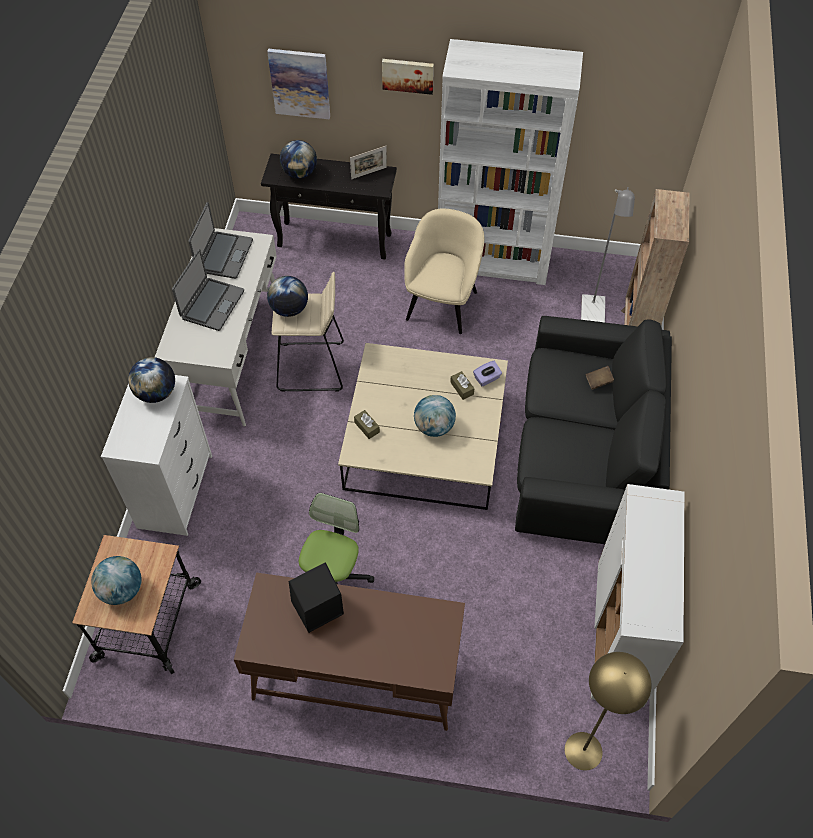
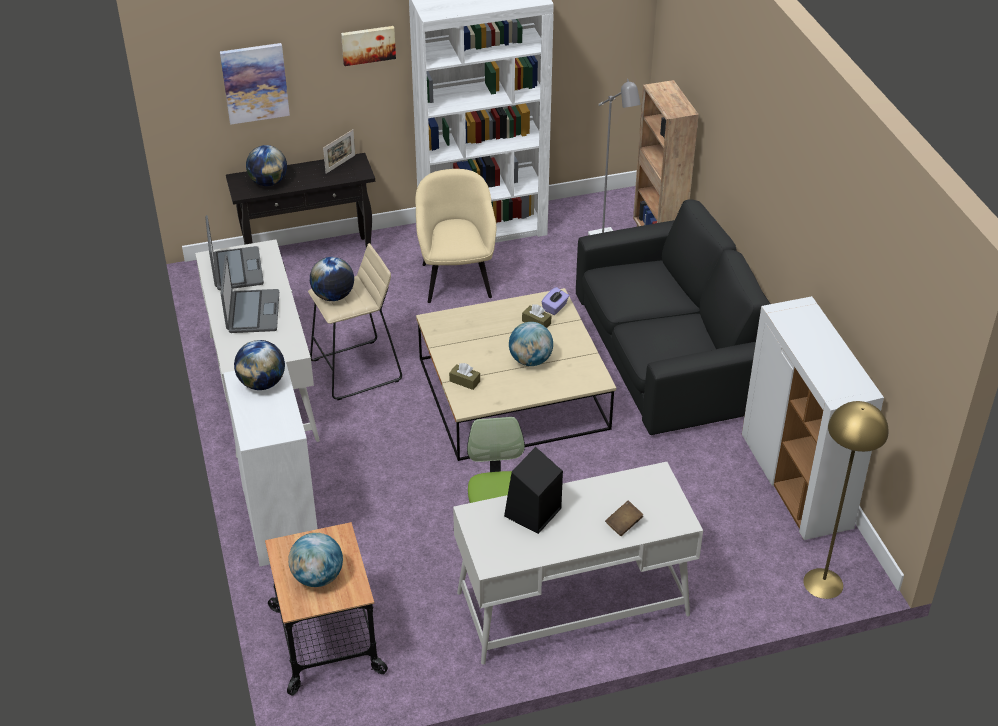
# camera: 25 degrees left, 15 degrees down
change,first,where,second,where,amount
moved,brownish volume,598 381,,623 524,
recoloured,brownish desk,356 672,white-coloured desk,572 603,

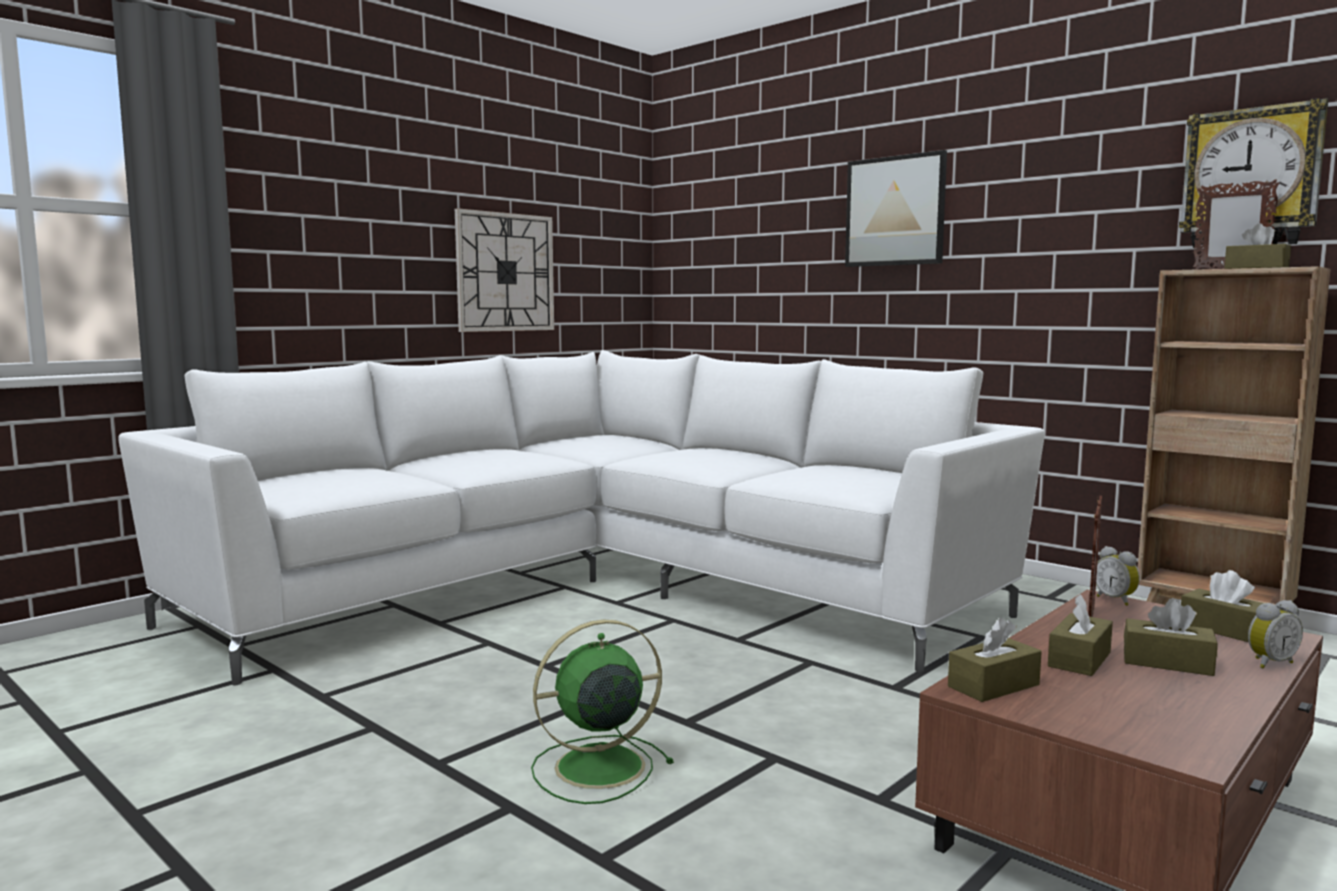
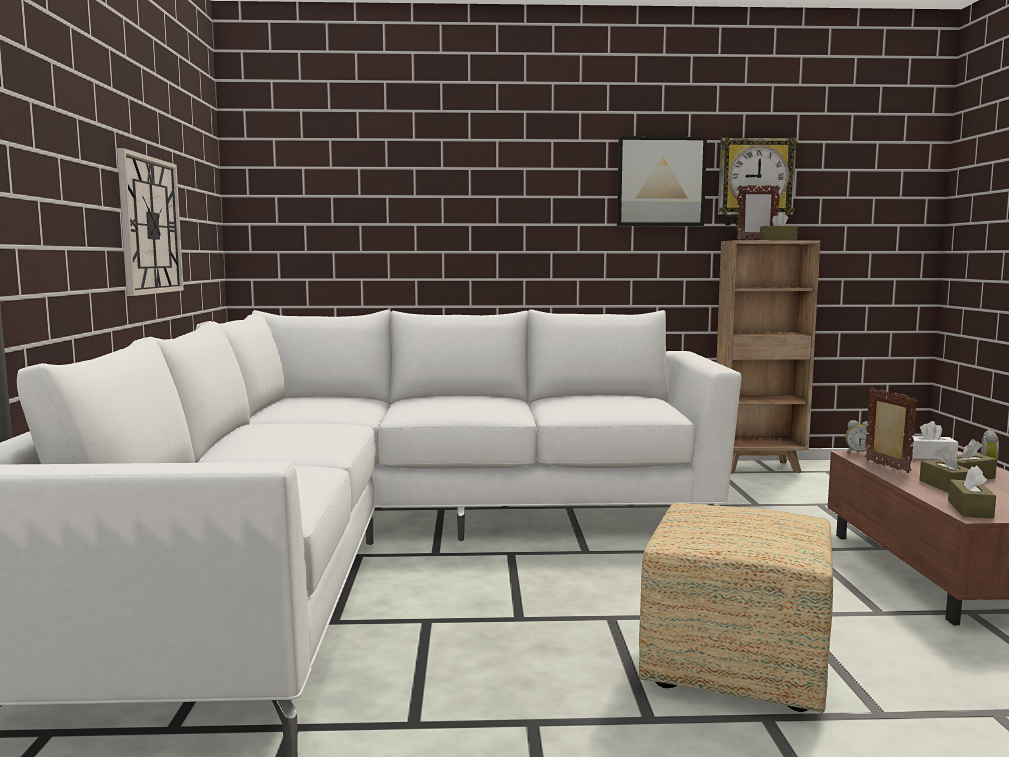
# camera: 45 degrees left, 0 degrees up
change,first,where,second,where,amount
moved,wall picture,895 211,,661 181,
recoloured,brownish tissue holder,1224 630,white-coloured tissue holder,930 456,
replaced,greenish cooling fan,595 767,footrest,736 667,

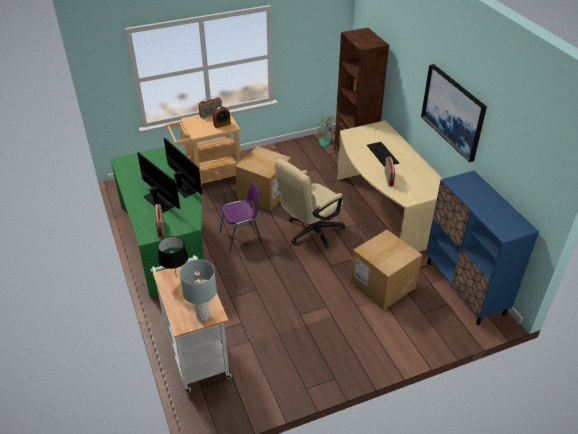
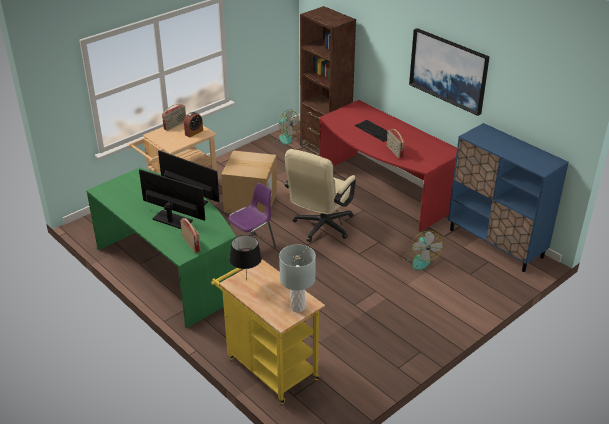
# camera: 20 degrees left, 5 degrees down
change,first,where,second,where,amount
recoloured,beige-coloured desk,384 210,reddish desk,383 191,
replaced,cardboard box,382 285,cooling fan,419 259,
recoloured,white-coloured trolley,196 352,yellow-coloured trolley,268 365,

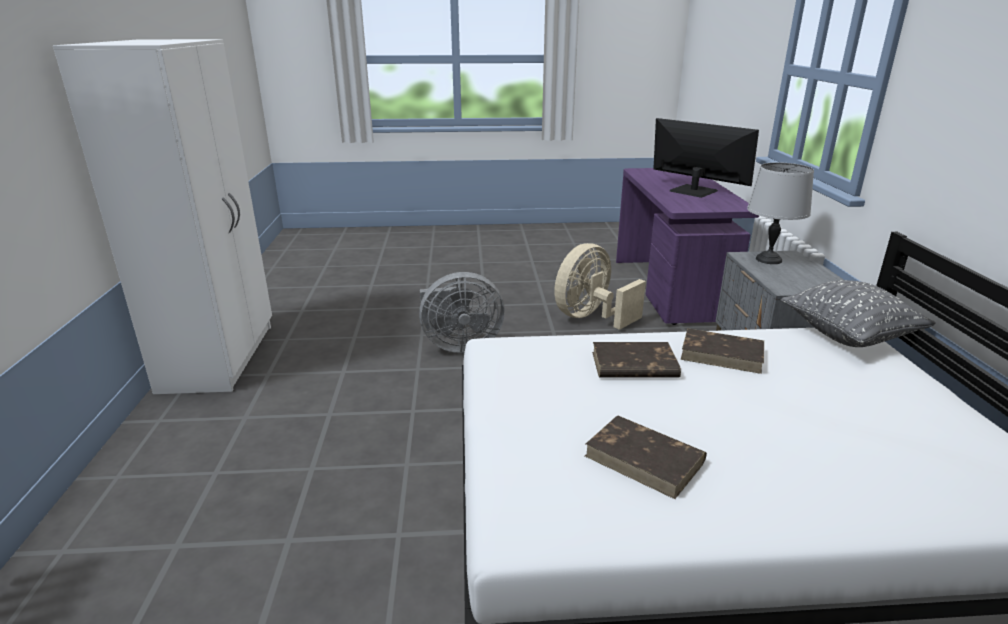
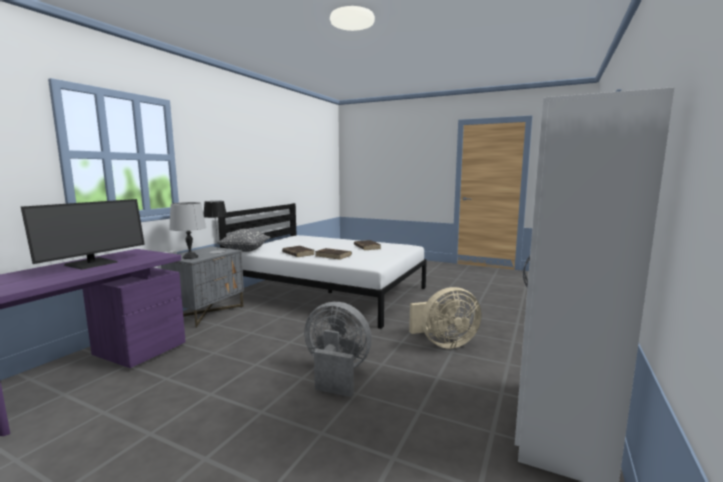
# camera: 150 degrees left, 15 degrees down
change,first,where,second,where,amount
turned,computer display,694 191,,92 264,135 degrees counterclockwise
moved,beige-coloured cooling fan,591 317,,444 343,
added,,,table lamp,217 252,

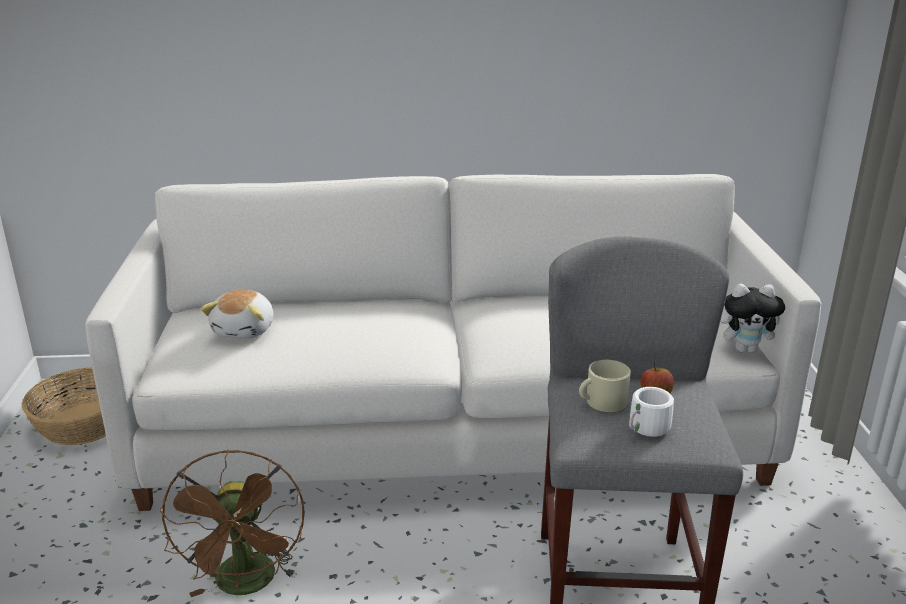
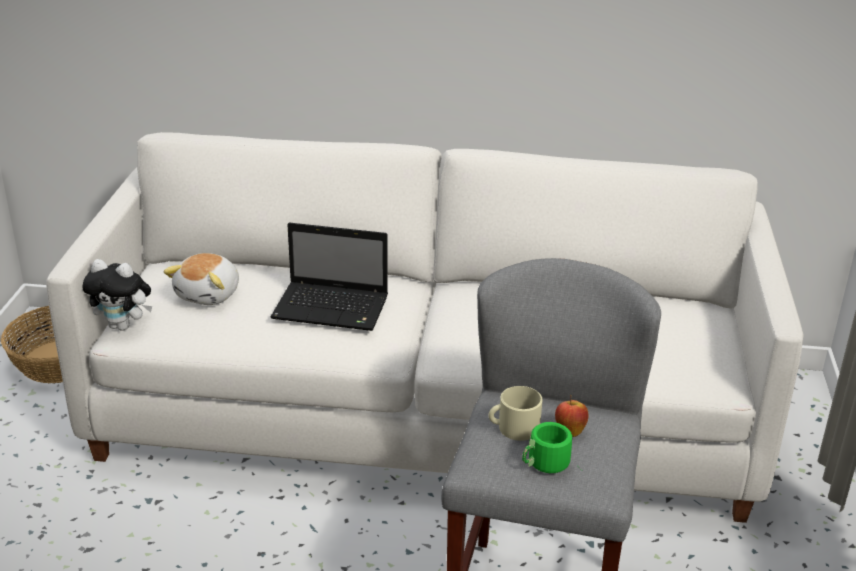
# camera: 10 degrees right, 5 degrees up
change,first,where,second,where,amount
moved,plush toy,746 349,,123 326,
recoloured,white-coloured coffee mug,648 430,greenish coffee mug,546 465,
removed,brownish cooling fan,247 585,,,
added,,,laptop,333 308,

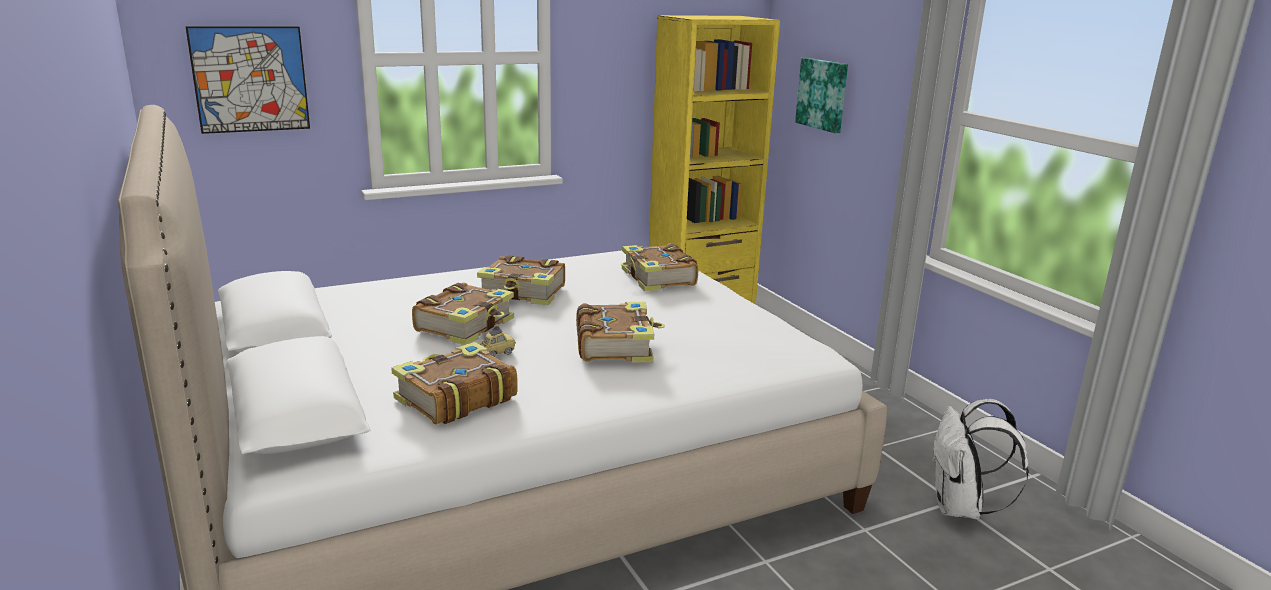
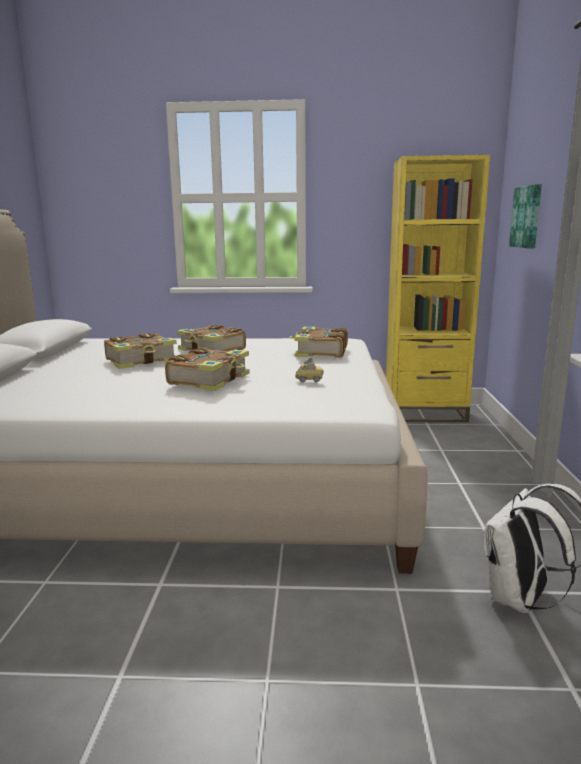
# camera: 30 degrees right, 5 degrees down
change,first,where,second,where,amount
removed,wall picture,250 79,,,
moved,toy car,497 353,,309 380,
removed,volume,454 398,,,

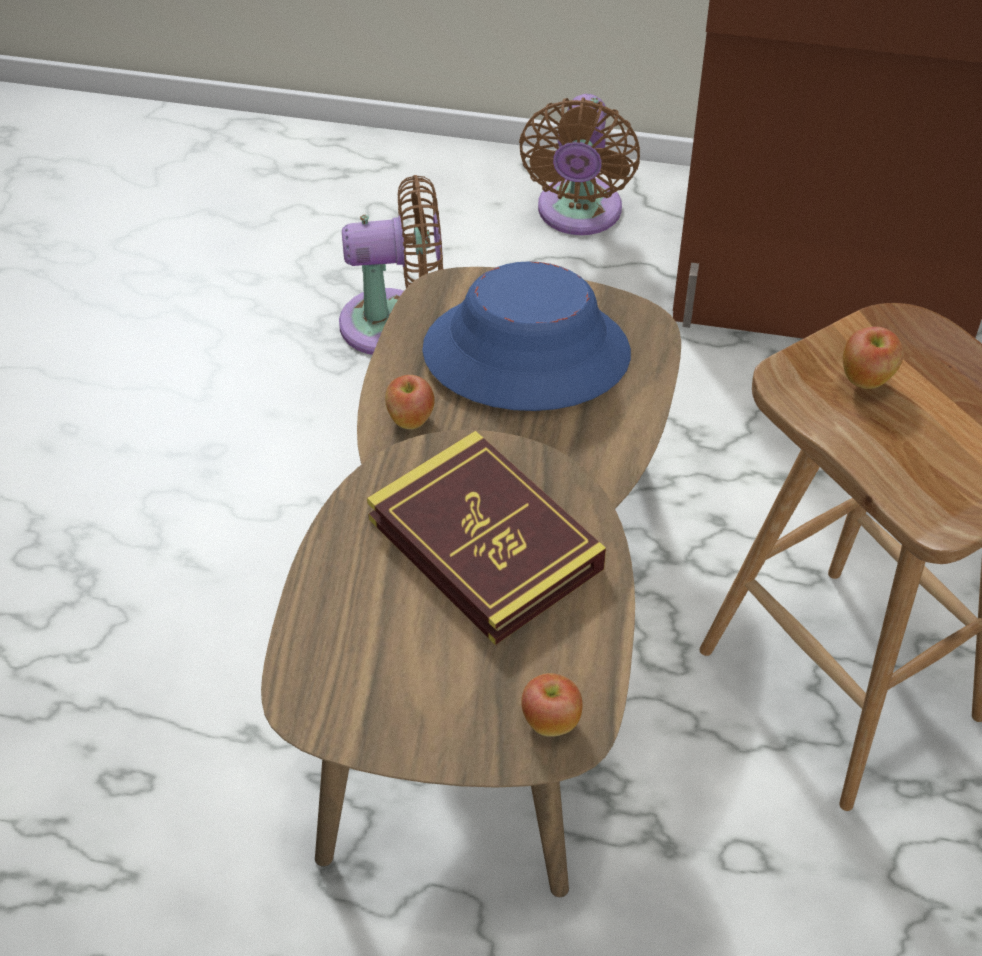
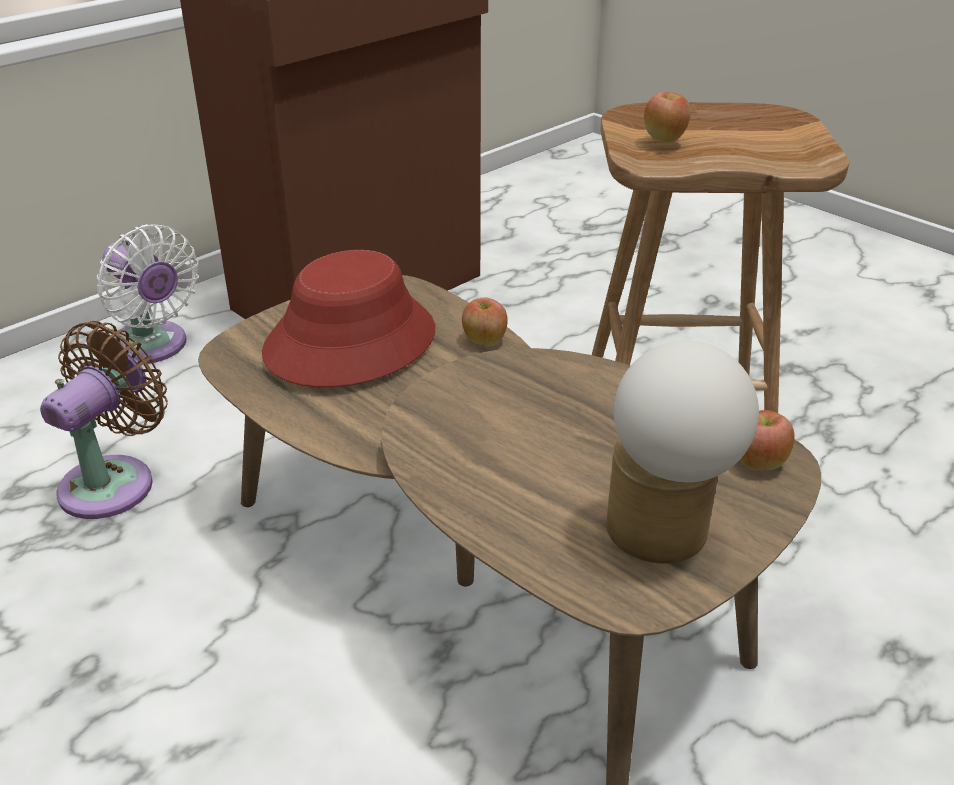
# camera: 55 degrees left, 15 degrees down
change,first,where,second,where,amount
recoloured,brownish cooling fan,578 214,white-coloured cooling fan,153 347,
recoloured,bluish clothing hat,526 353,reddish clothing hat,350 342,
moved,whole apple,410 419,,484 341,
removed,volume,485 544,,,
added,,,table lamp,661 539,

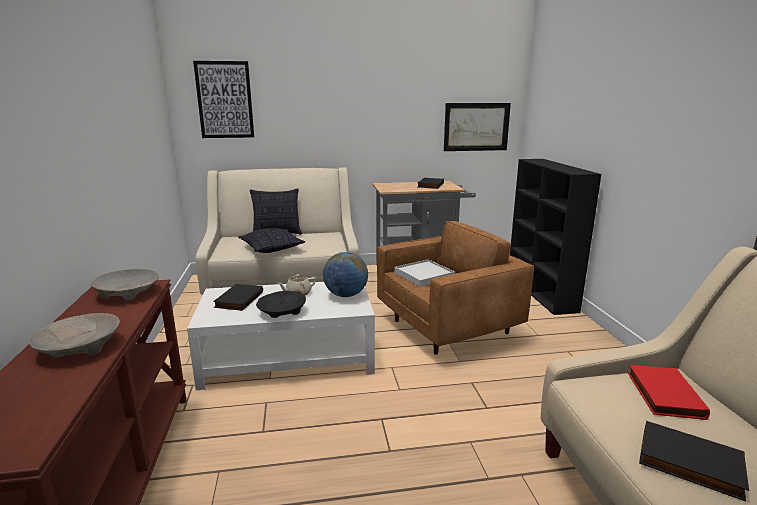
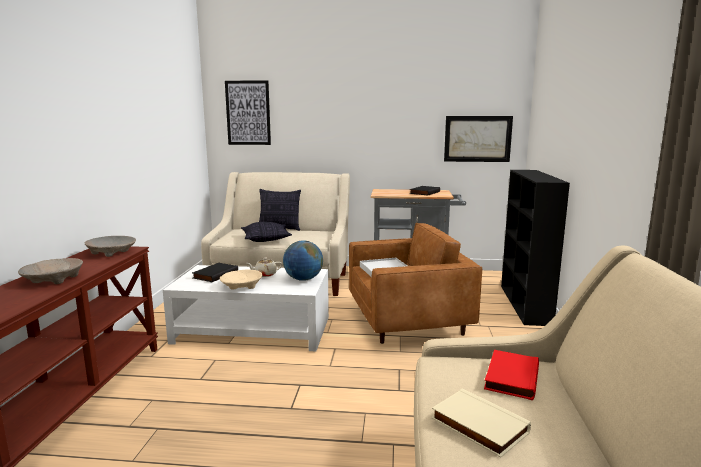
# camera: 15 degrees right, 5 degrees down
change,first,where,second,where,amount
recoloured,black serving bowl,282 312,beige-coloured serving bowl,241 286,
recoloured,black volume,689 464,beige-coloured volume,477 426,

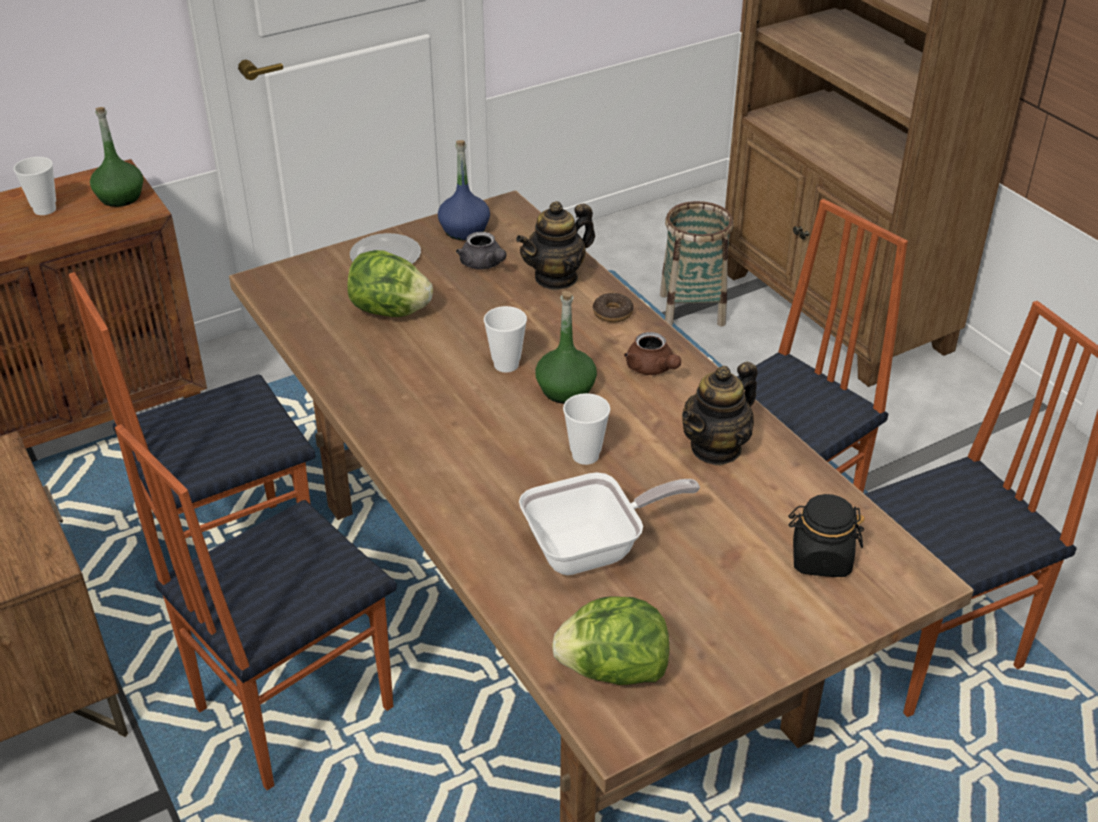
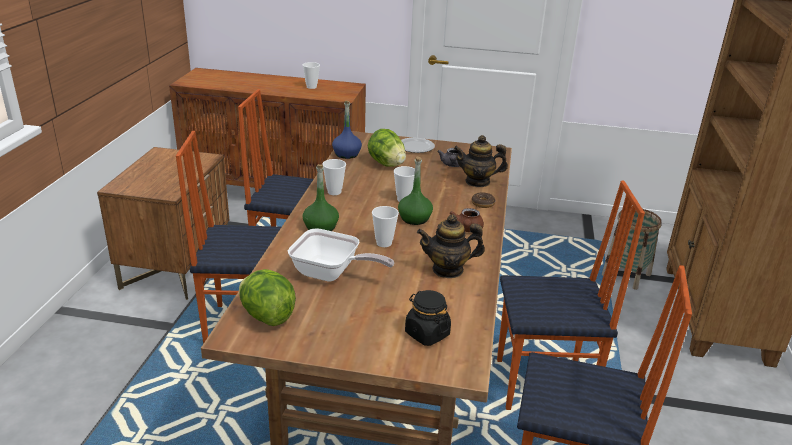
# camera: 40 degrees right, 10 degrees down
change,first,where,second,where,amount
moved,greenish bottle,120 197,,320 227,
moved,bluish bottle,464 230,,346 154,
added,,,small cup,334 192,

